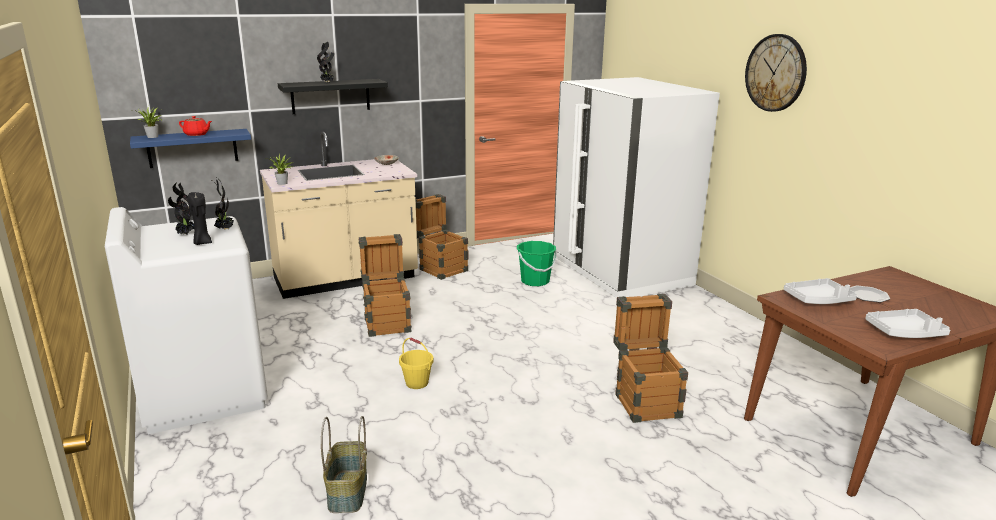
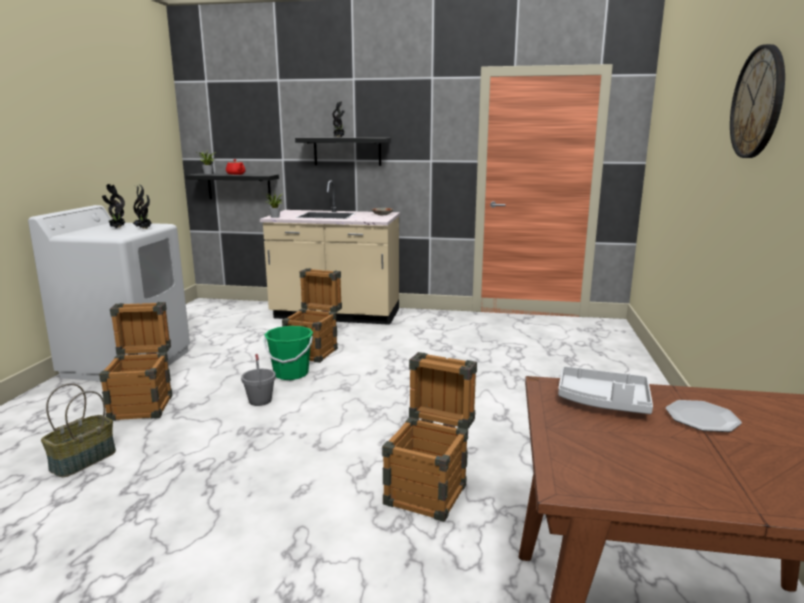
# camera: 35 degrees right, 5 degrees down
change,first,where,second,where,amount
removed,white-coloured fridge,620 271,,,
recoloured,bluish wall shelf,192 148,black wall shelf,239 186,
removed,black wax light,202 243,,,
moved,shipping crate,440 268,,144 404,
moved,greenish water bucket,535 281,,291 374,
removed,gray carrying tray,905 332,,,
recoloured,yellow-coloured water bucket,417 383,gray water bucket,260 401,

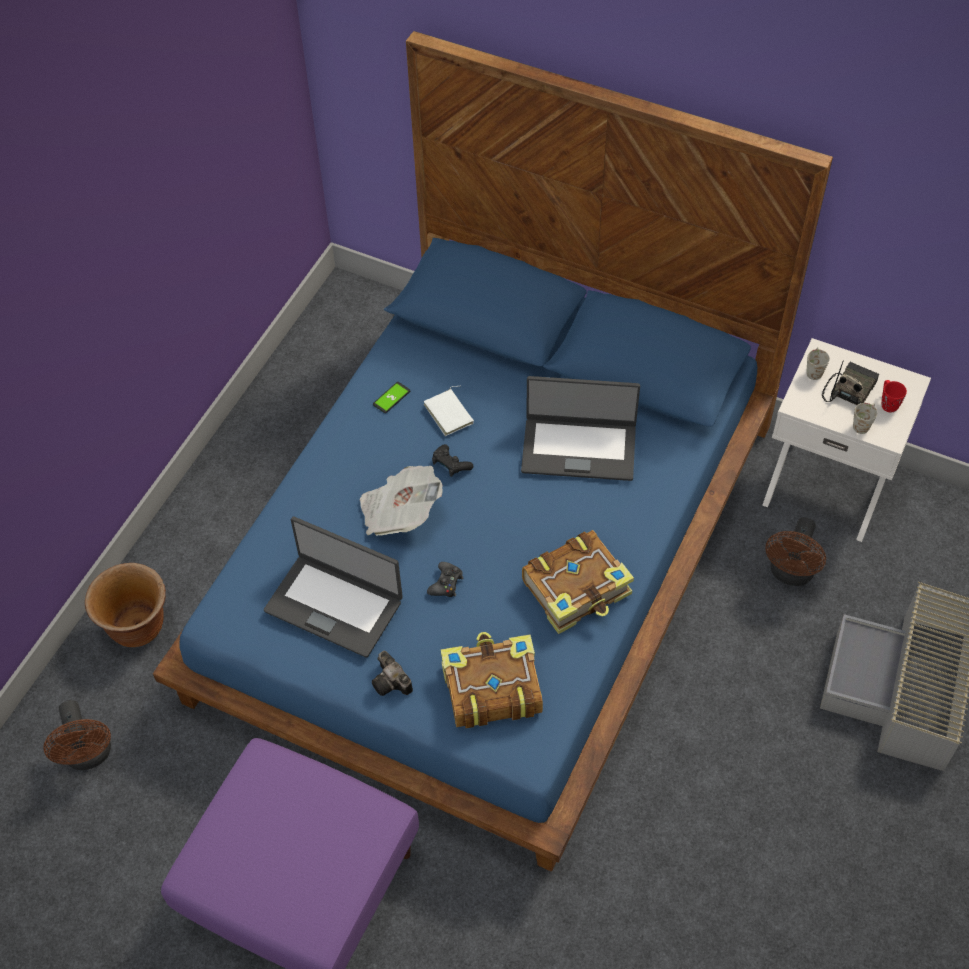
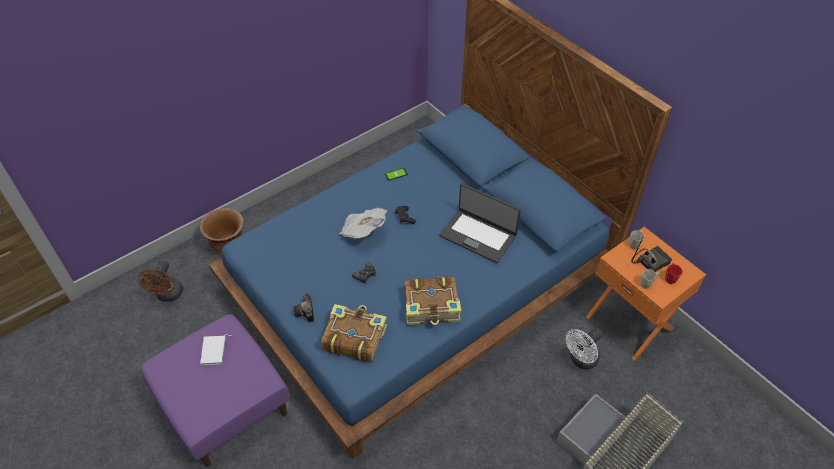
# camera: 25 degrees right, 5 degrees down
change,first,where,second,where,amount
recoloured,white-coloured night table,827 485,orangey night table,630 321,
moved,white-coloured volume,450 413,,214 351,
removed,laptop,334 604,,,
recoloured,brownish cooling fan,790 574,white-coloured cooling fan,581 360,

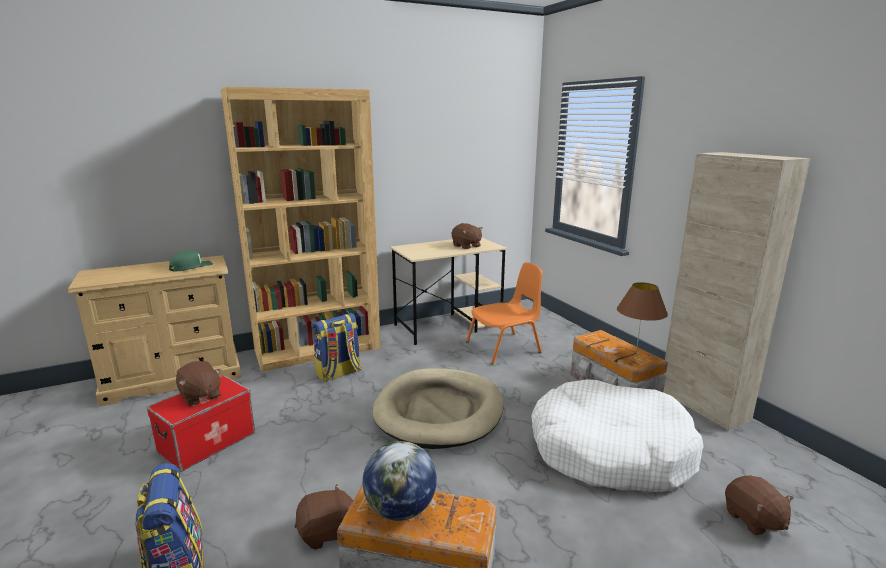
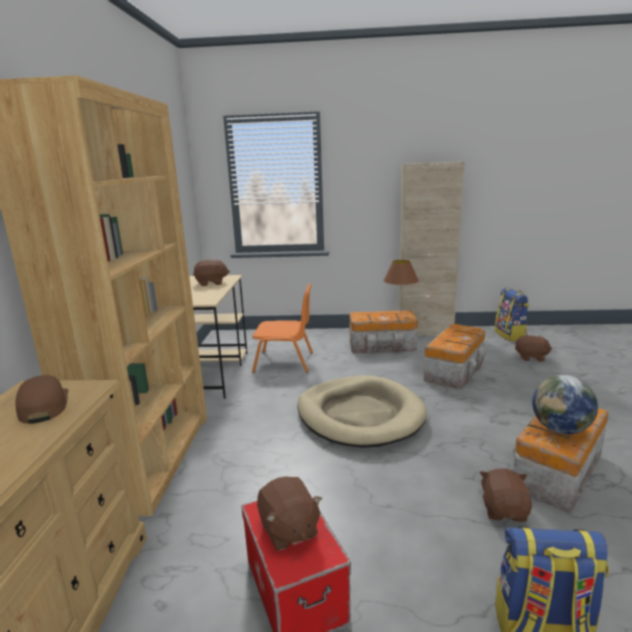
# camera: 60 degrees left, 0 degrees up
change,first,where,second,where,amount
recoloured,greenish baseball cap,191 266,brownish baseball cap,44 406,
turned,orangey chair,504 347,,285 362,90 degrees clockwise
moved,rucksack,338 373,,510 335,
turned,brownish plush toy,200 396,,288 530,75 degrees clockwise
replaced,white-coloured pet bed,609 451,storage box,455 370,

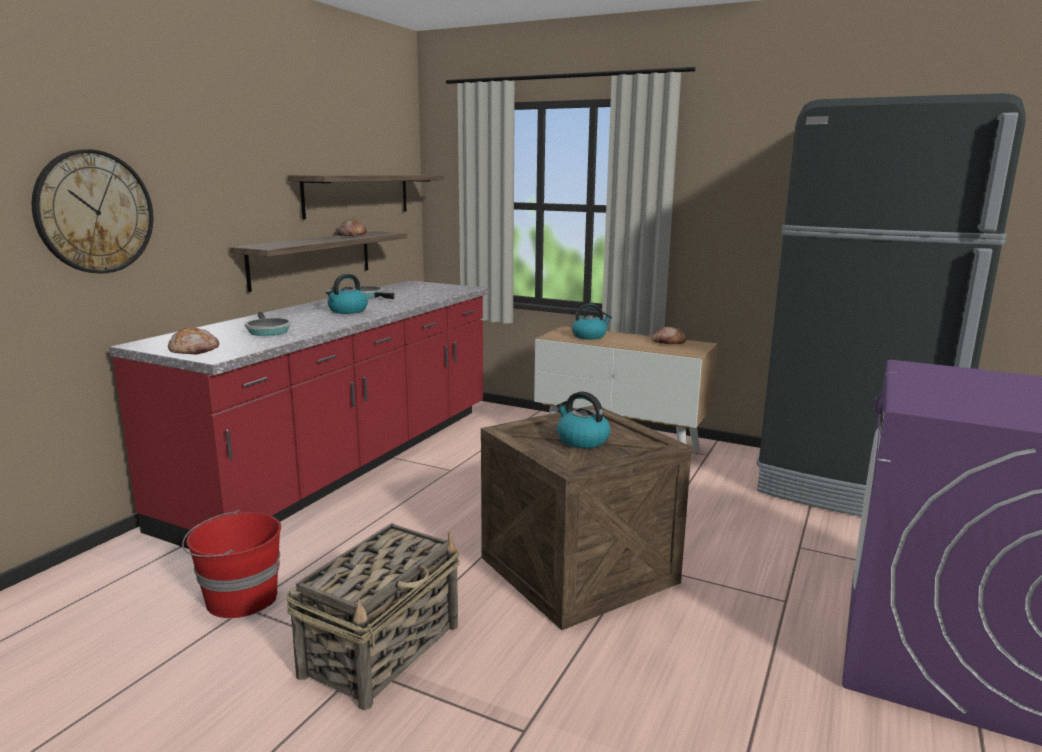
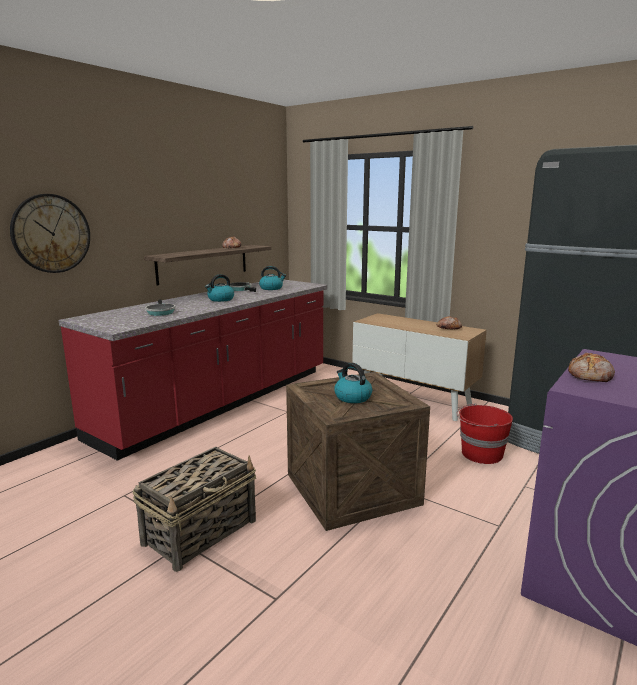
# camera: 10 degrees right, 0 degrees up
change,first,where,second,where,amount
removed,wall shelf,357 195,,,
moved,kettle,589 336,,271 288,
moved,bread,195 350,,591 376,
moved,reddish water bucket,240 598,,481 454,

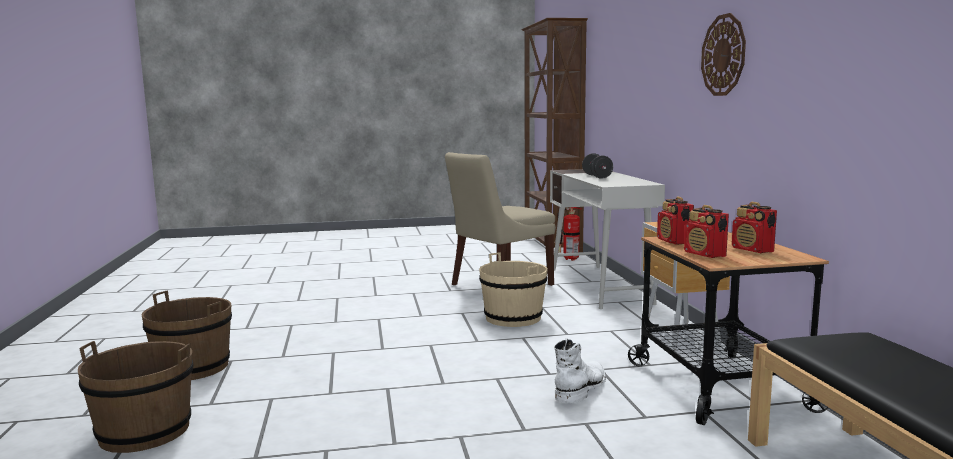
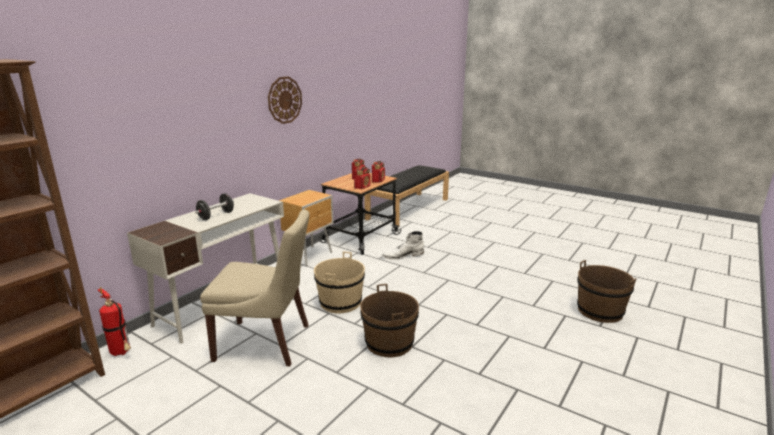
# camera: 135 degrees left, 10 degrees up
change,first,where,second,where,amount
moved,brownish water bucket,193 368,,389 343,

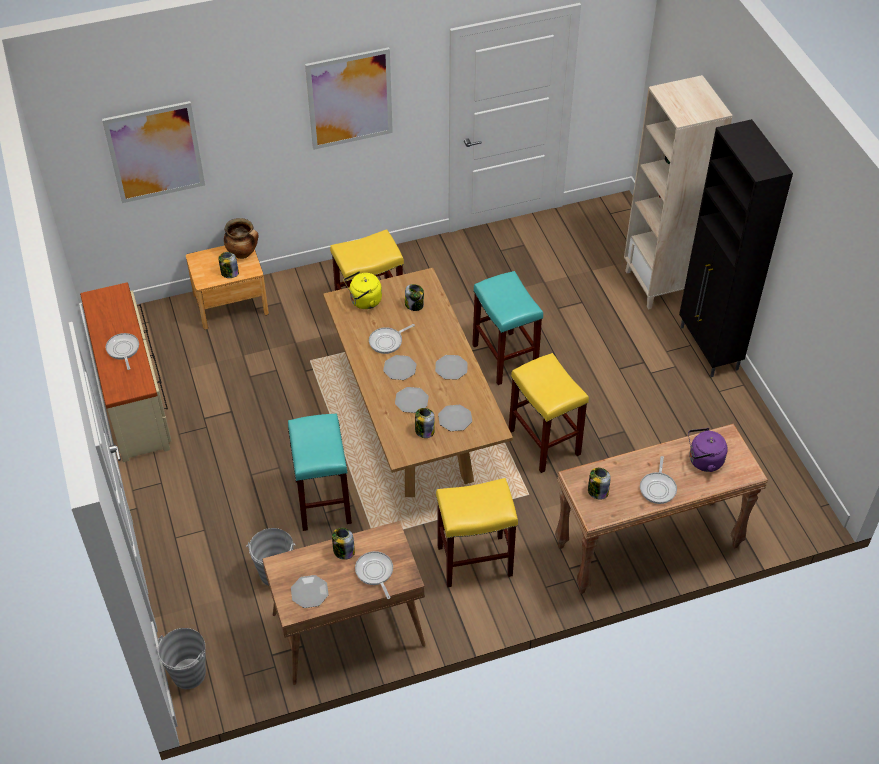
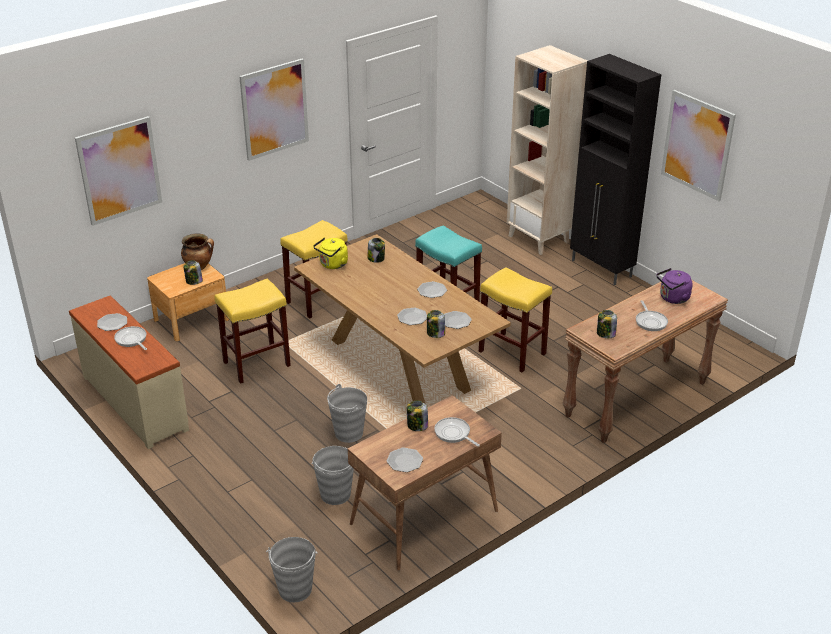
# camera: 20 degrees left, 15 degrees down
change,first,where,second,where,amount
removed,skillet,387 341,,,
moved,plate,400 368,,112 323,
replaced,blue-green stool,322 500,gray water bucket,348 433,
moved,yellow-coloured stool,473 561,,256 364,
added,,,wall picture,697 145,

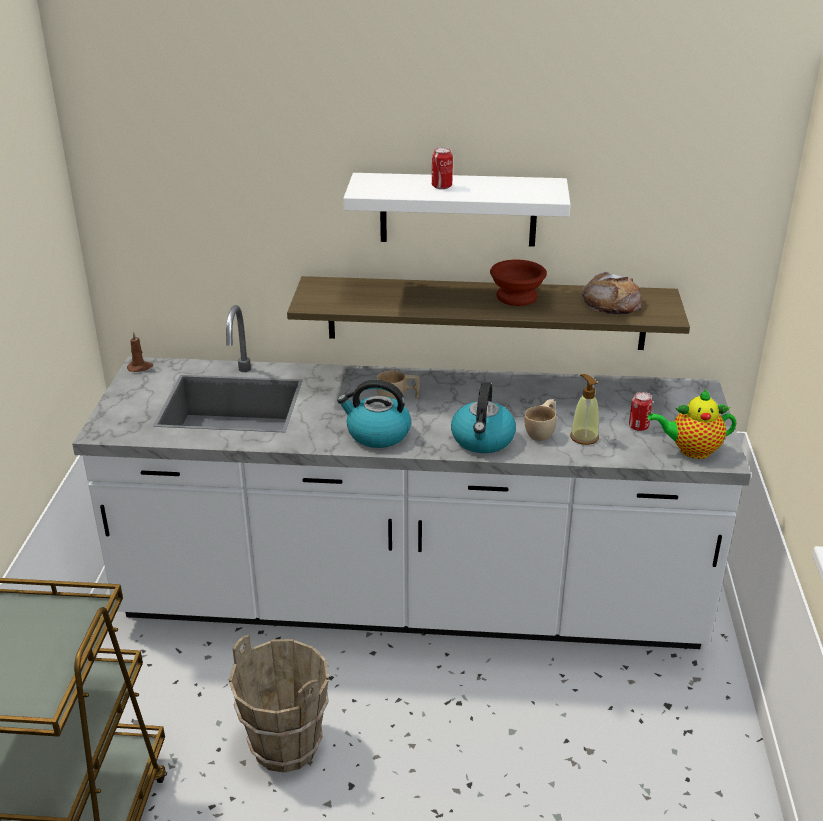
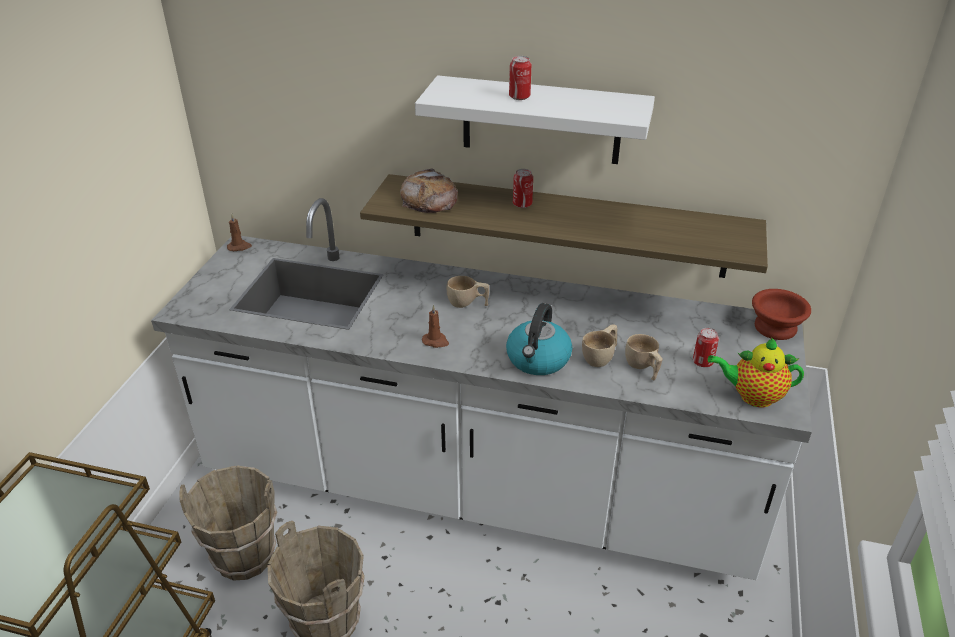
# camera: 10 degrees right, 5 degrees up
change,first,where,second,where,amount
moved,brownish serving bowl,517 296,,776 327,
moved,bread,611 302,,429 199,
replaced,soap dispenser,584 437,beige-coloured small cup,642 368,
replaced,kettle,377 434,brownish wax light,436 341,
added,,,metal can,522 204,
added,,,brownish water bucket,244 556,

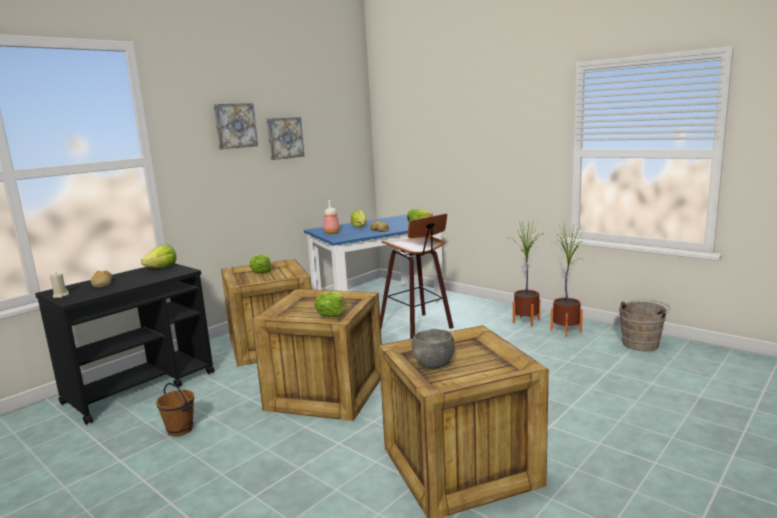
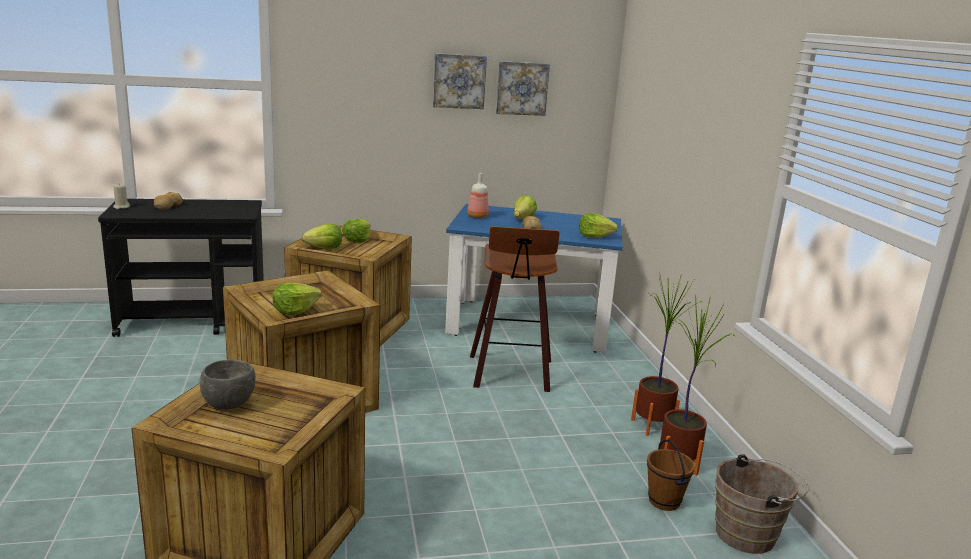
# camera: 35 degrees right, 5 degrees up
change,first,where,second,where,amount
moved,wall picture,235 126,,521 88,
moved,head of lettuce,162 267,,324 248,
moved,brownish water bucket,180 430,,665 501,

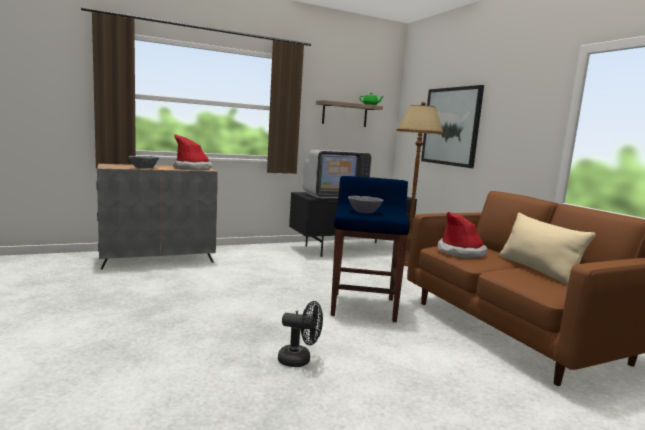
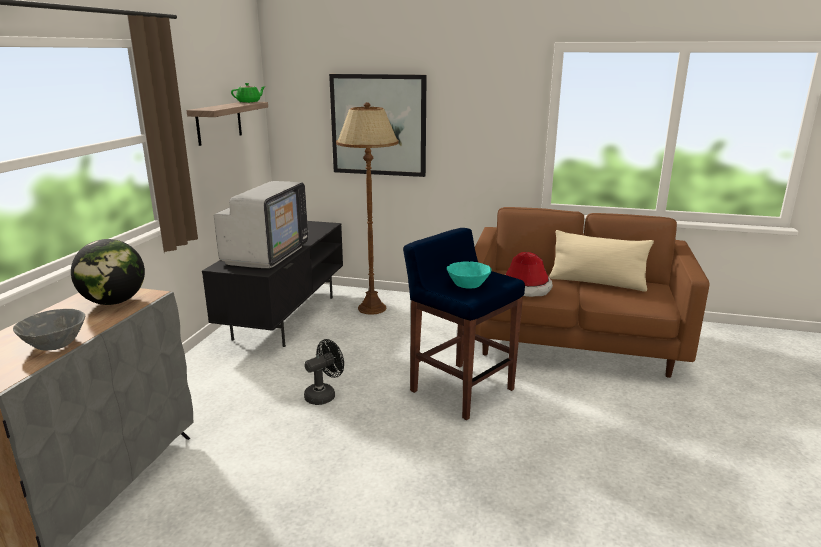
# camera: 50 degrees left, 10 degrees up
change,first,where,second,where,amount
replaced,clothing hat,192 168,world globe,114 302,
recoloured,gray serving bowl,364 212,blue-green serving bowl,468 284,
moved,black cooling fan,299 360,,324 395,

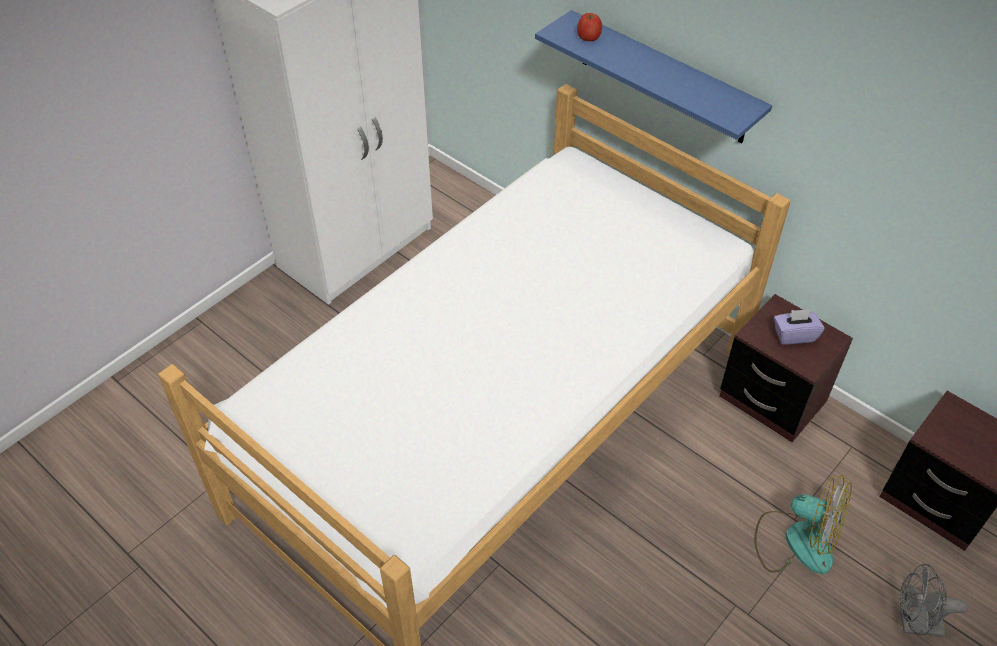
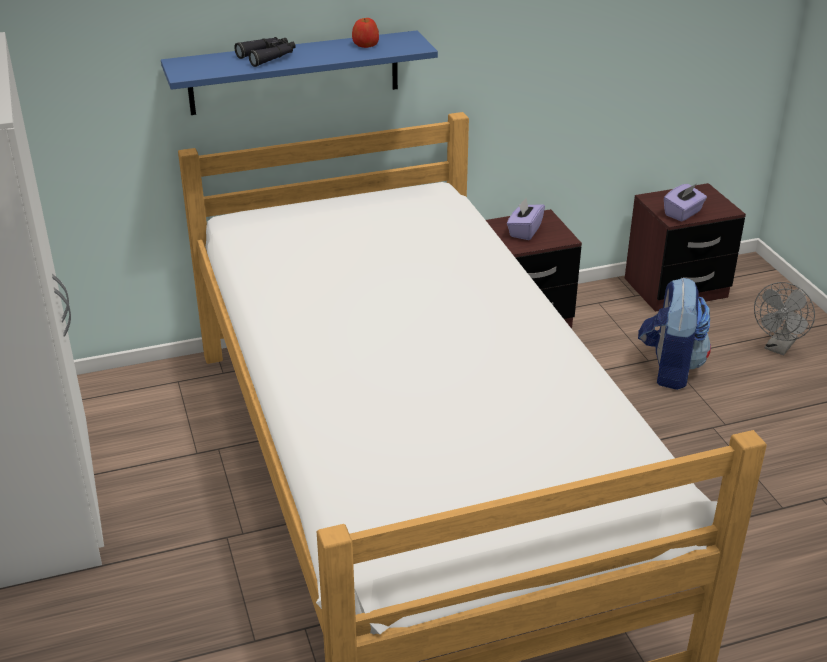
# camera: 60 degrees left, 15 degrees down
change,first,where,second,where,amount
moved,whole apple,589 36,,366 44,
replaced,cooling fan,796 540,rucksack,669 368,
added,,,black field glasses,268 57,
added,,,purplish tissue holder,683 213,

